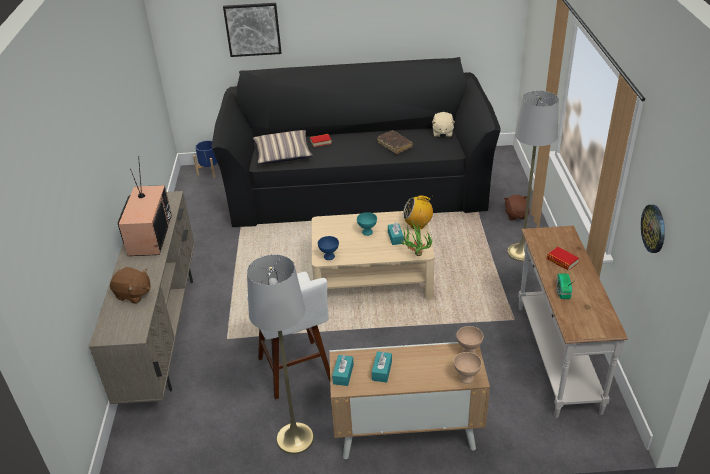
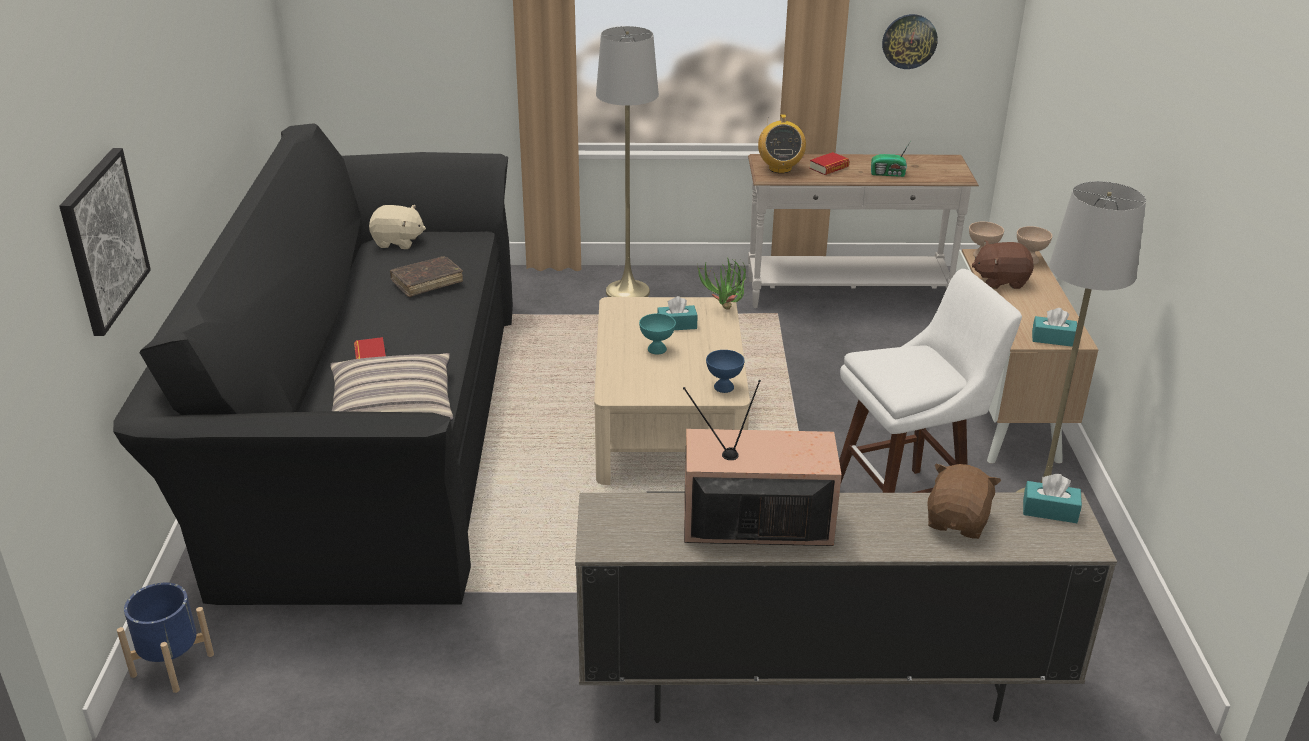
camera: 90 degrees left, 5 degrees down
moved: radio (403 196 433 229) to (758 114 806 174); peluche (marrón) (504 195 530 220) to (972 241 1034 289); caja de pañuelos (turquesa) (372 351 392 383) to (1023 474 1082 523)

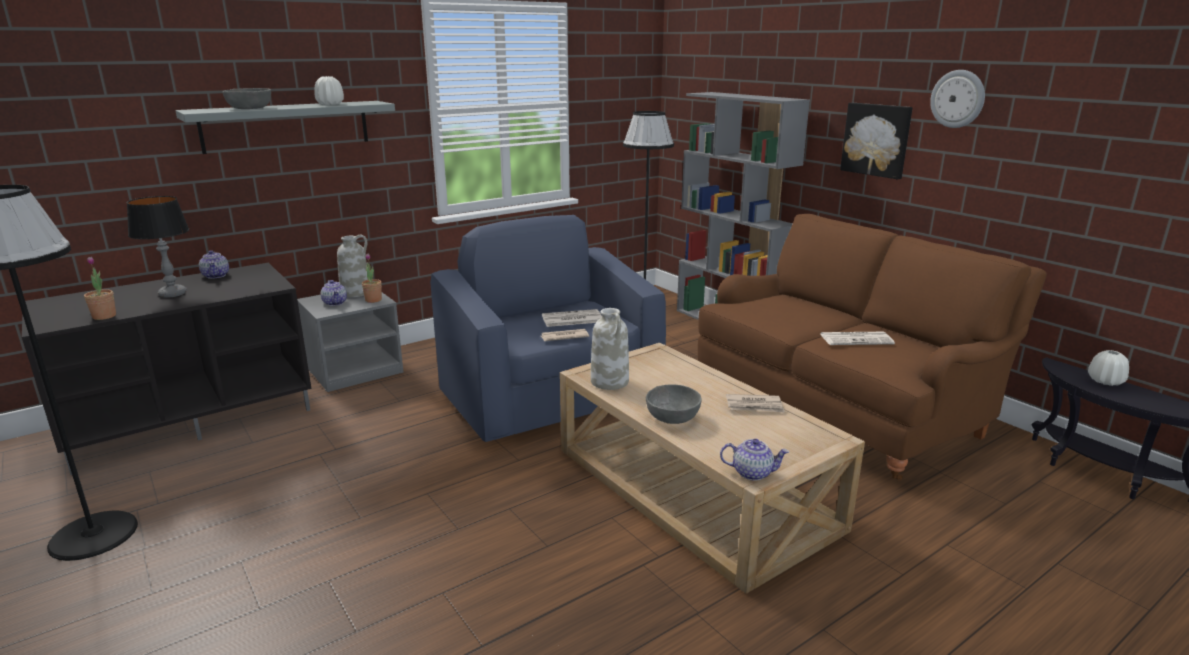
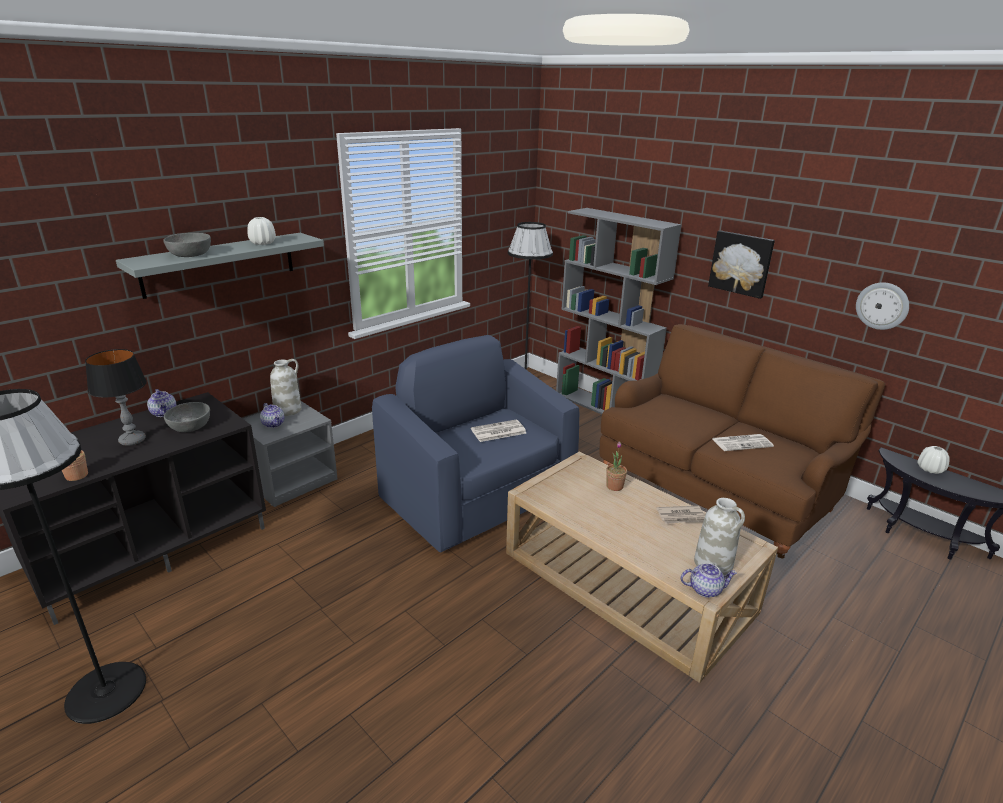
camera: 10 degrees left, 5 degrees up
removed: periódico (541 329 589 341)
moved: cuenco (gris) (646 385 702 424) to (164 402 210 432); planta en maceta (362 254 382 303) to (606 442 627 491); florero (blanco) (591 308 629 390) to (694 498 745 576); reloj de pared (930 70 985 128) to (856 282 909 330)

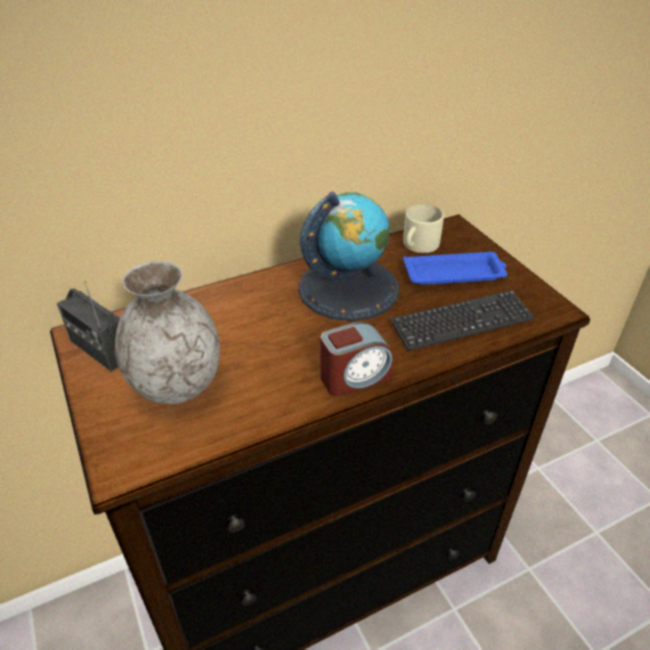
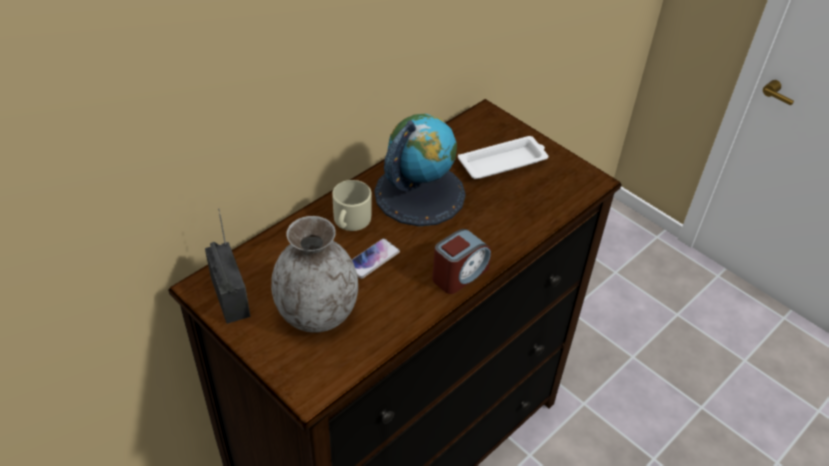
camera: 20 degrees left, 5 degrees up
removed: teclado (390 290 535 351)
added: móvil (352 238 400 279)
moved: taza grande (beis) (403 204 444 253) to (332 180 372 231)
recoloured: bandeja (azul) (403 252 507 285) to bandeja (blanco) (458 136 549 179)
turned: radio (57 281 120 372) = (205 209 250 324) 135 degrees counterclockwise

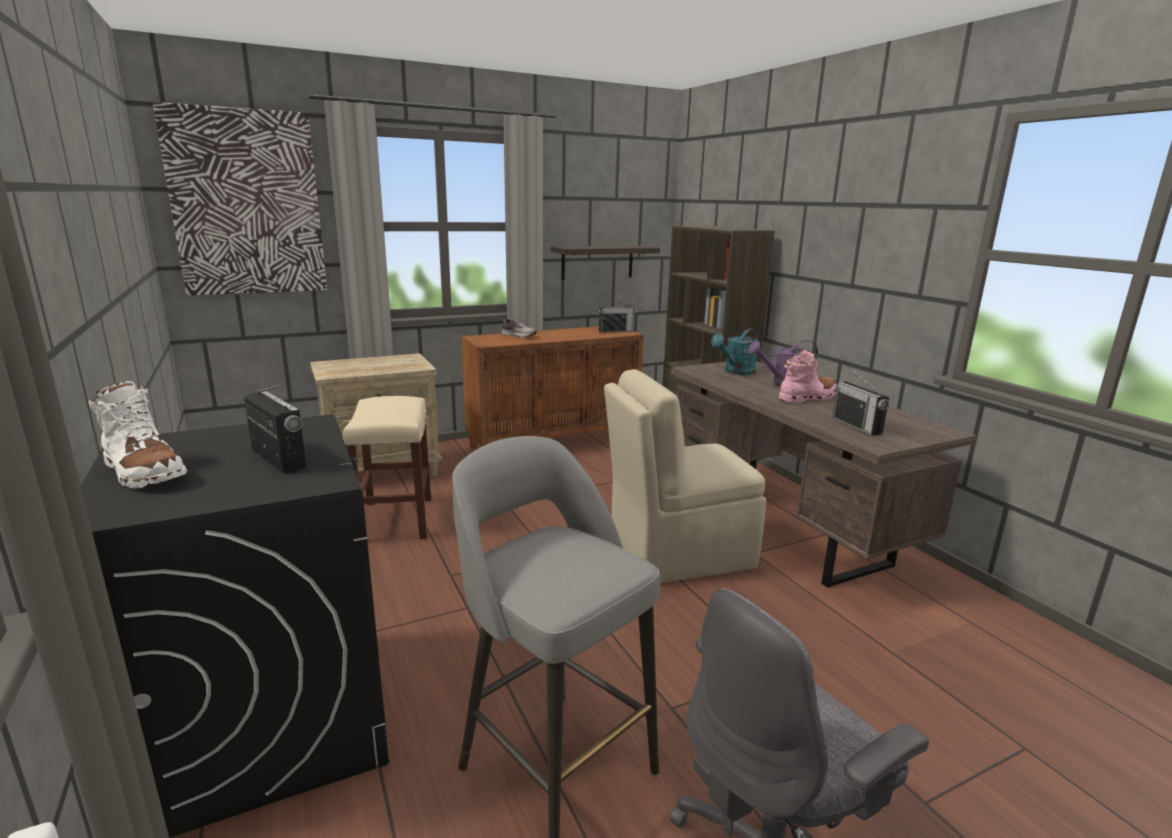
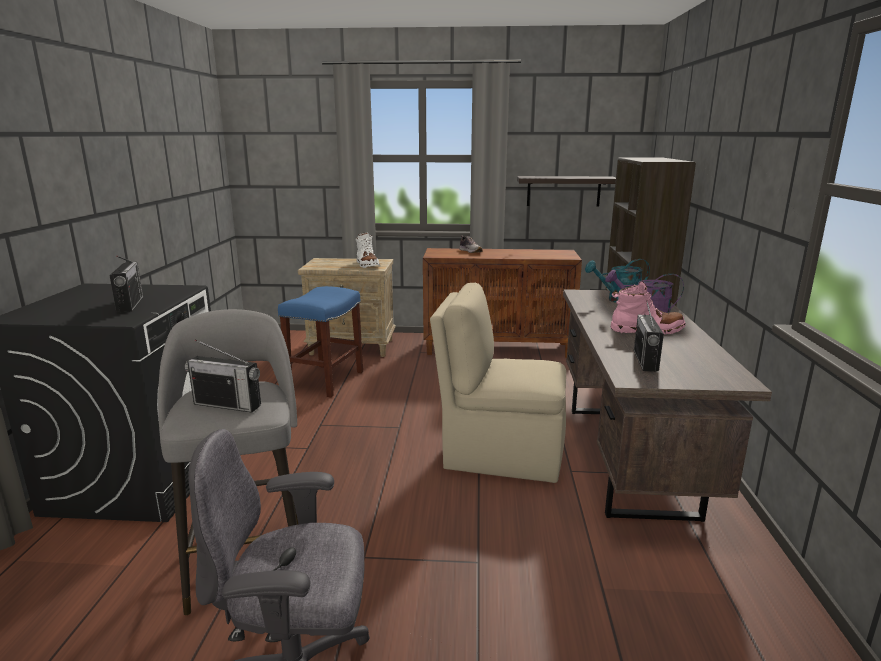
camera: 30 degrees right, 0 degrees up
removed: cuadro (153 102 327 295)
moved: radio (597 297 637 333) to (185 340 261 413); bota (blanco) (89 381 187 489) to (355 233 380 268)
recoloured: taburete (beis) (343 396 431 539) to taburete (azul) (278 286 363 397)

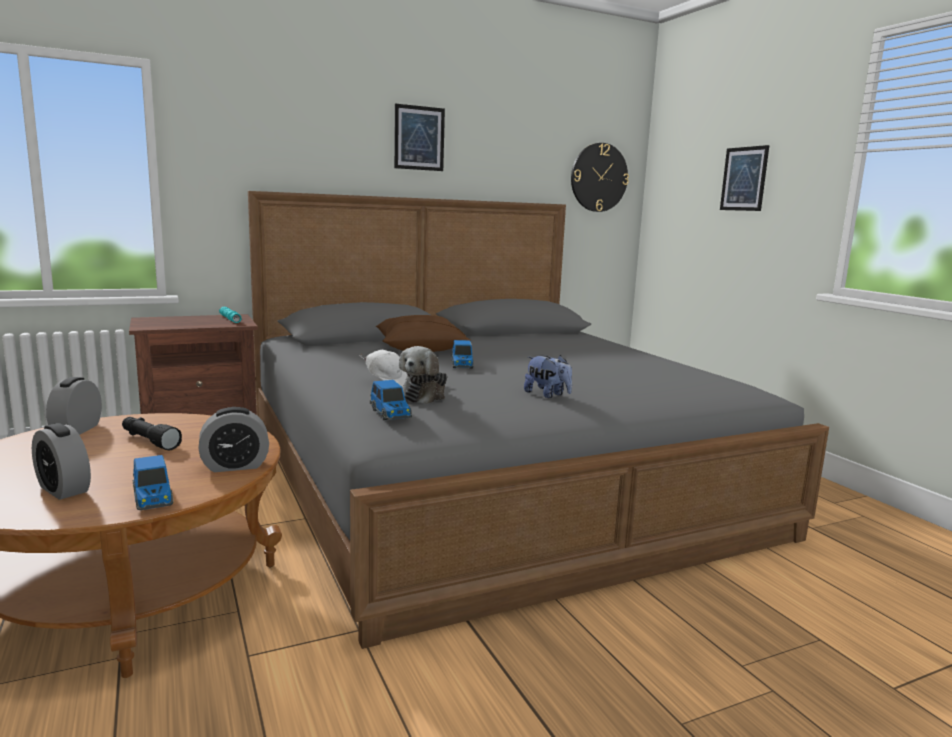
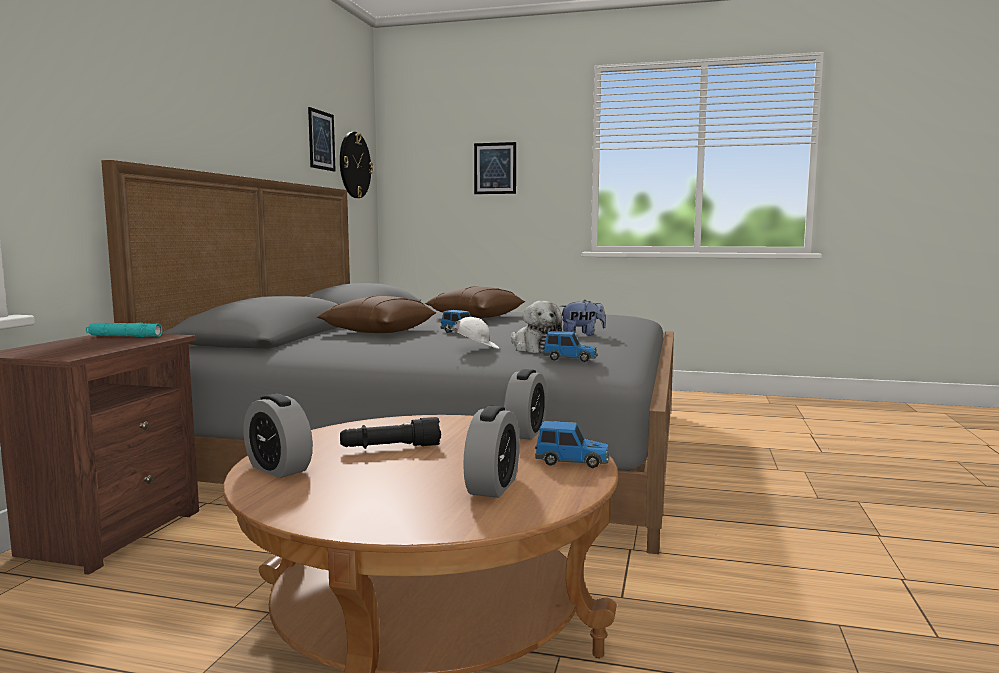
camera: 50 degrees left, 5 degrees down
added: cojín (marrón) (425 286 525 318)
moved: cuadro (394 104 445 171) to (308 107 336 171)
turned: despertador (32 423 91 500) = (463 406 520 498) 60 degrees counterclockwise

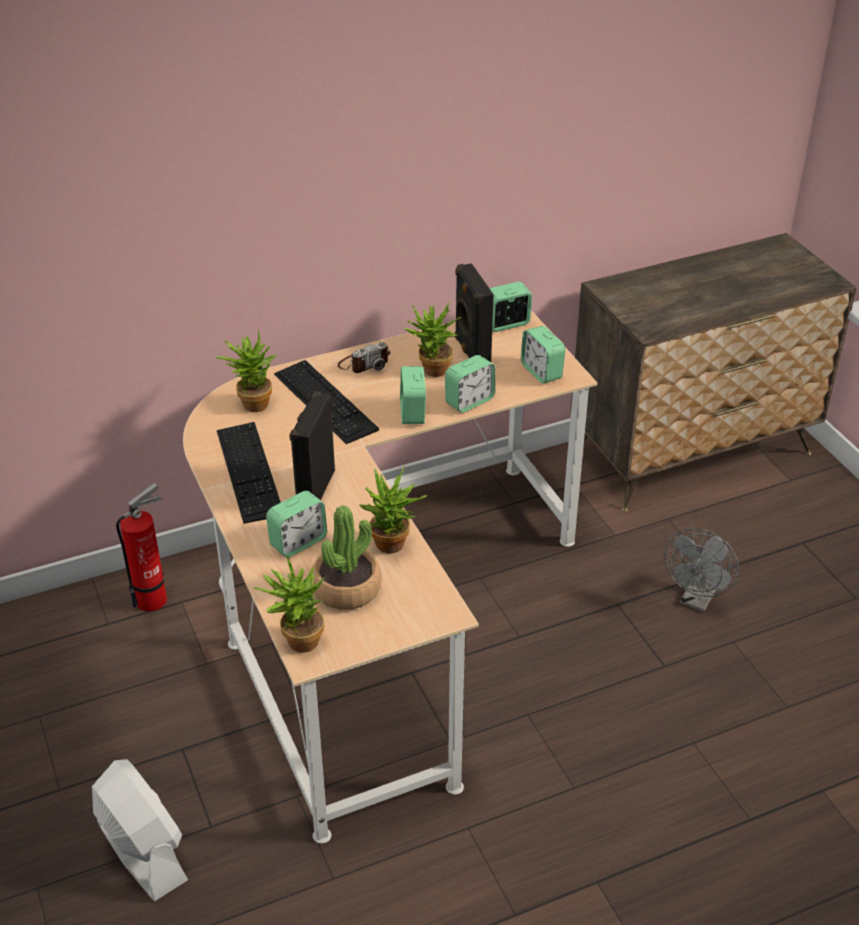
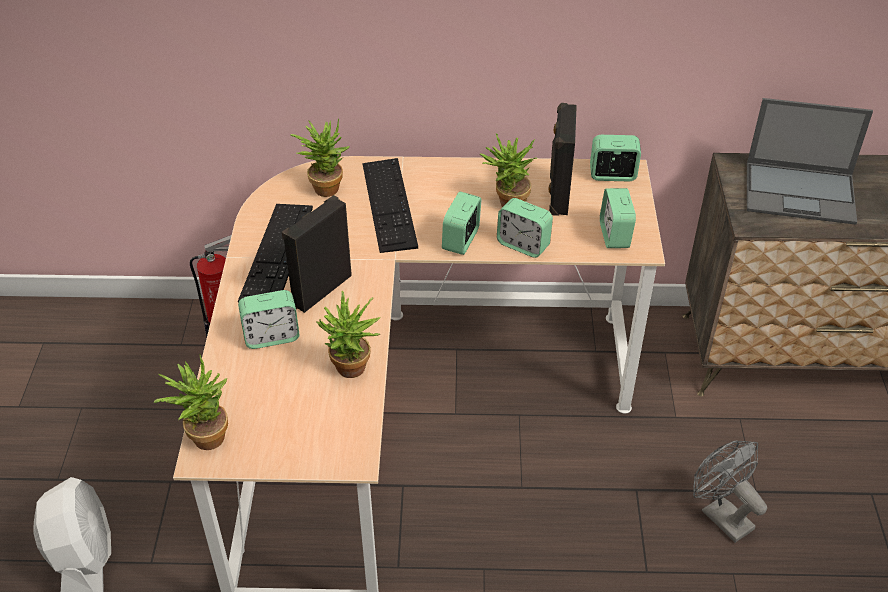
camera: 25 degrees right, 5 degrees up
removed: planta en maceta (312 505 382 610); cámara (338 342 391 373)
added: portátil (747 98 873 225)
turned: despertador (445 355 495 413) = (497 198 553 258) 45 degrees clockwise; ventilador (gris) (664 528 739 612) = (693 440 767 543) 90 degrees clockwise

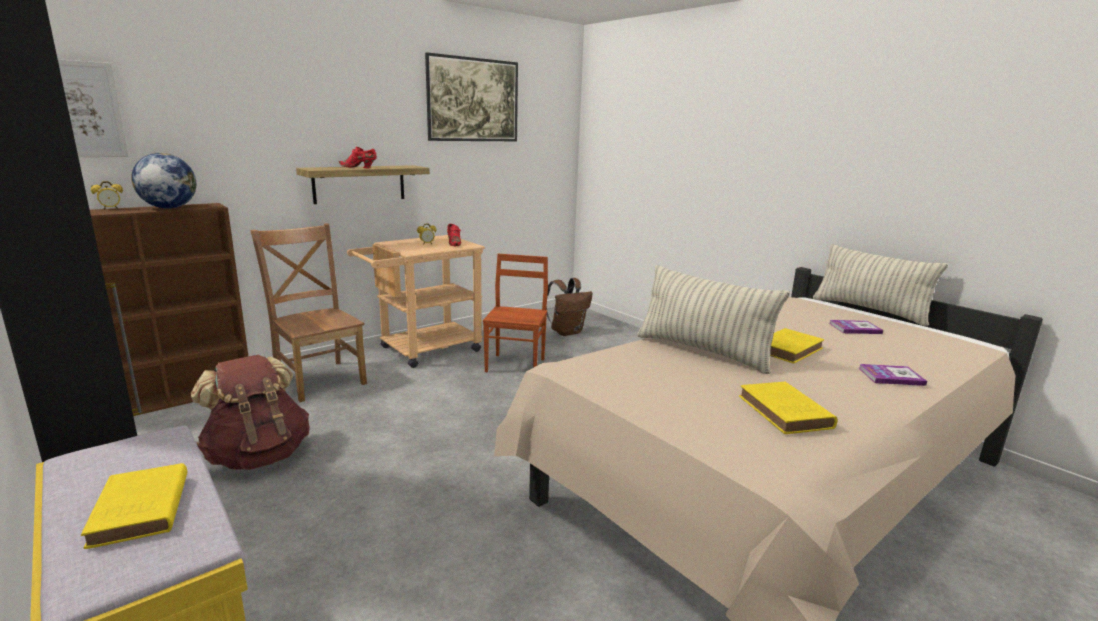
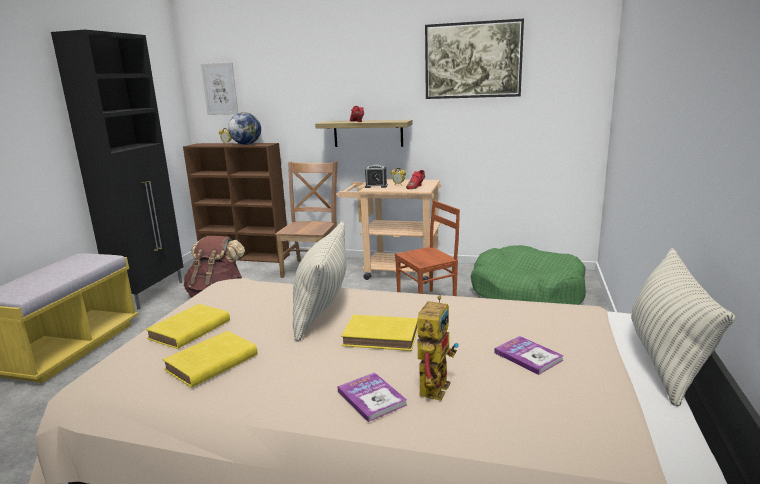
camera: 55 degrees right, 0 degrees up
added: despertador (365 165 388 188); robot de juguete (417 295 459 400)
moved: libro (amarillo) (81 463 187 549) to (146 304 230 349)
replaced: mochila (marrón) (546 278 593 336) to cama para perro (verde) (471 245 586 305)

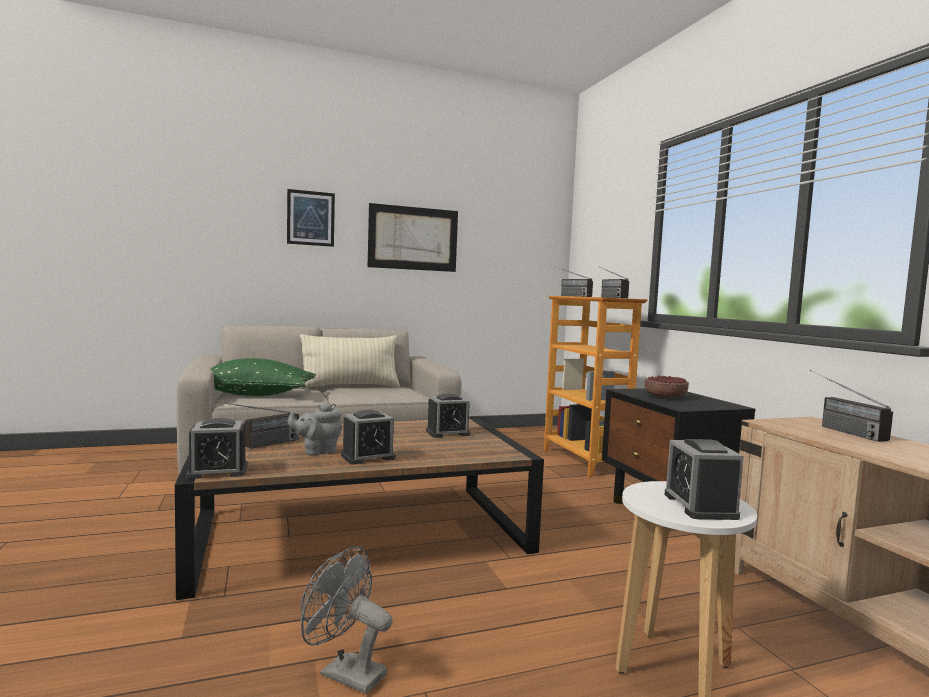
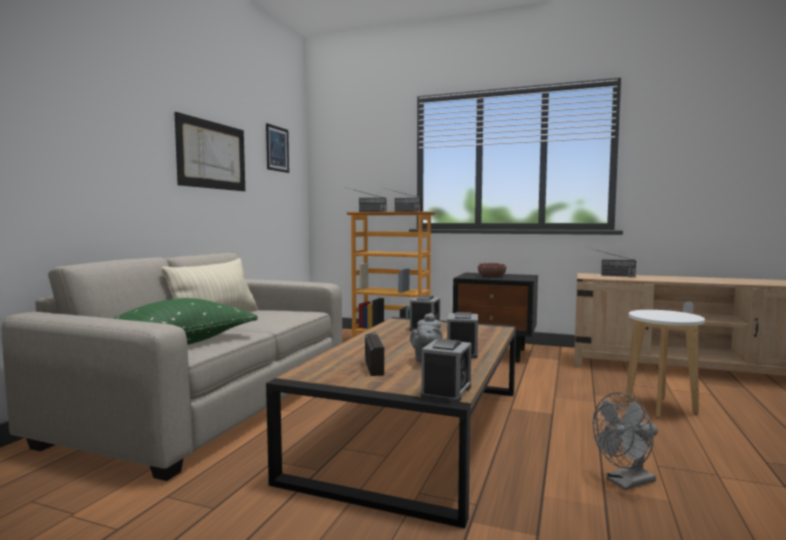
camera: 50 degrees left, 0 degrees up
removed: despertador (664 439 744 520)
moved: cuadro (287 189 335 247) to (266 123 289 173)

